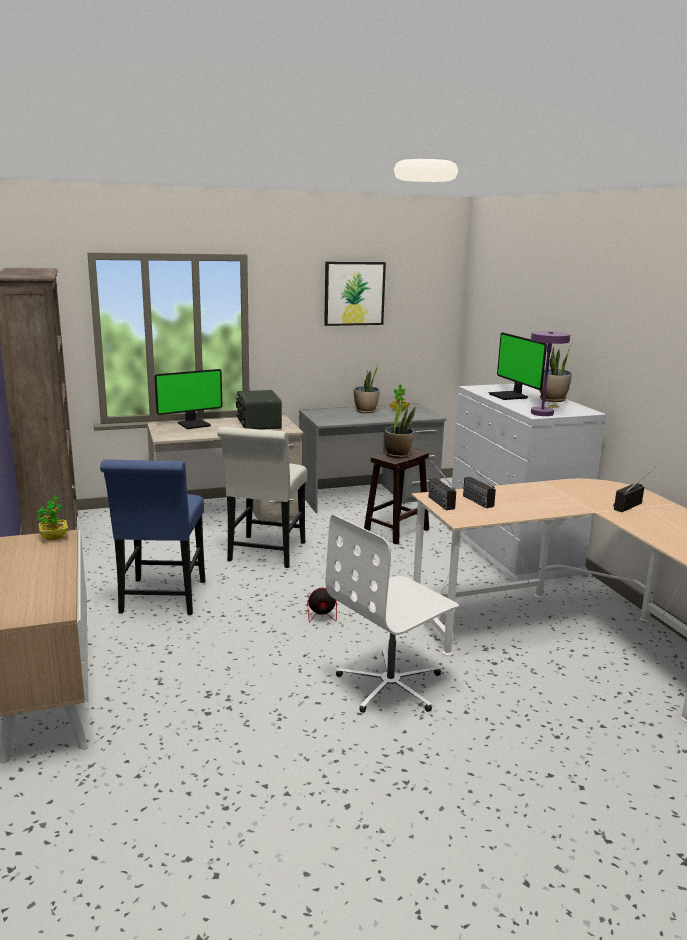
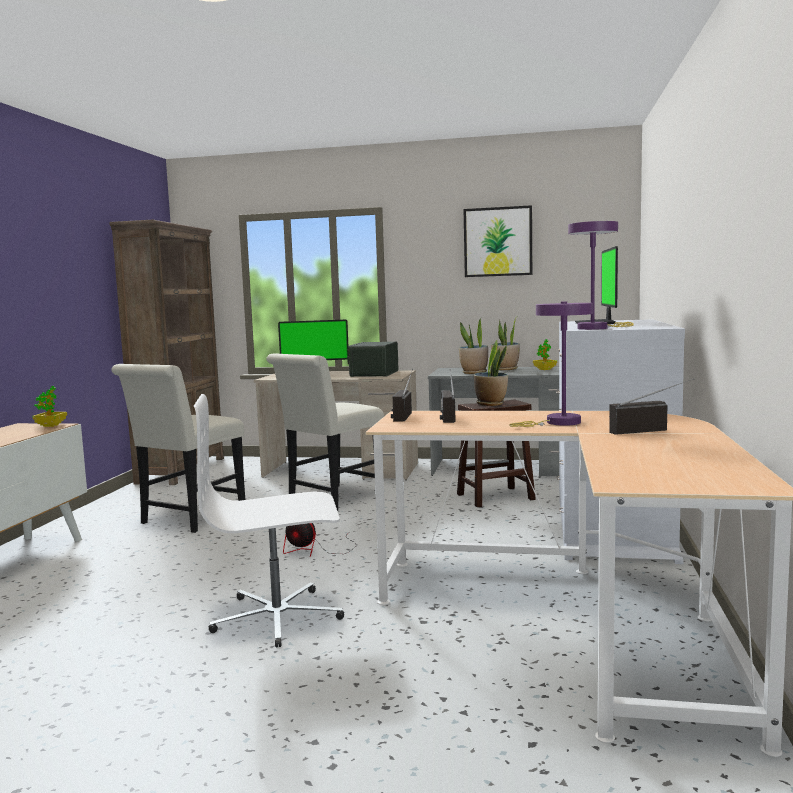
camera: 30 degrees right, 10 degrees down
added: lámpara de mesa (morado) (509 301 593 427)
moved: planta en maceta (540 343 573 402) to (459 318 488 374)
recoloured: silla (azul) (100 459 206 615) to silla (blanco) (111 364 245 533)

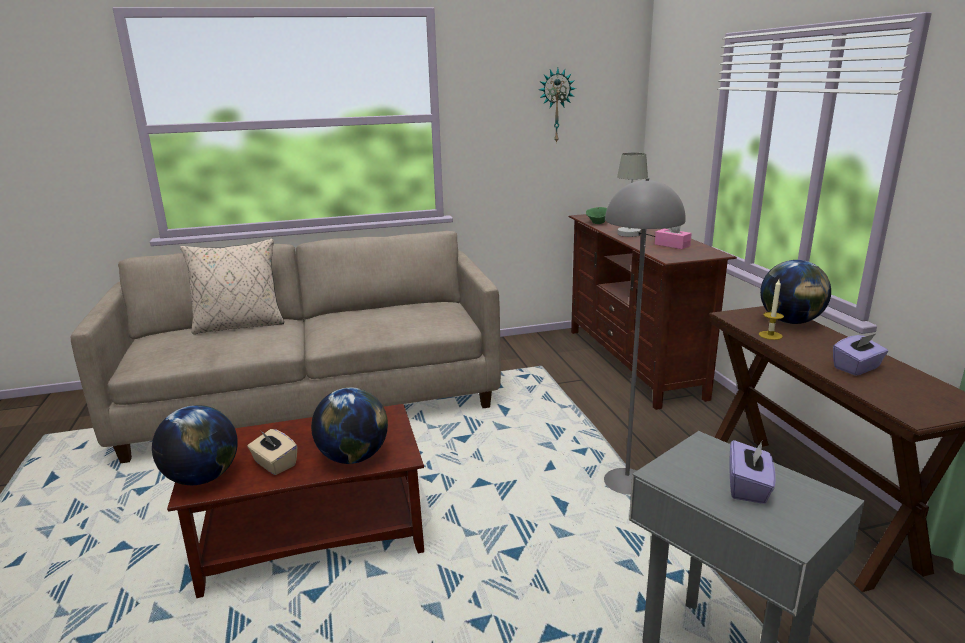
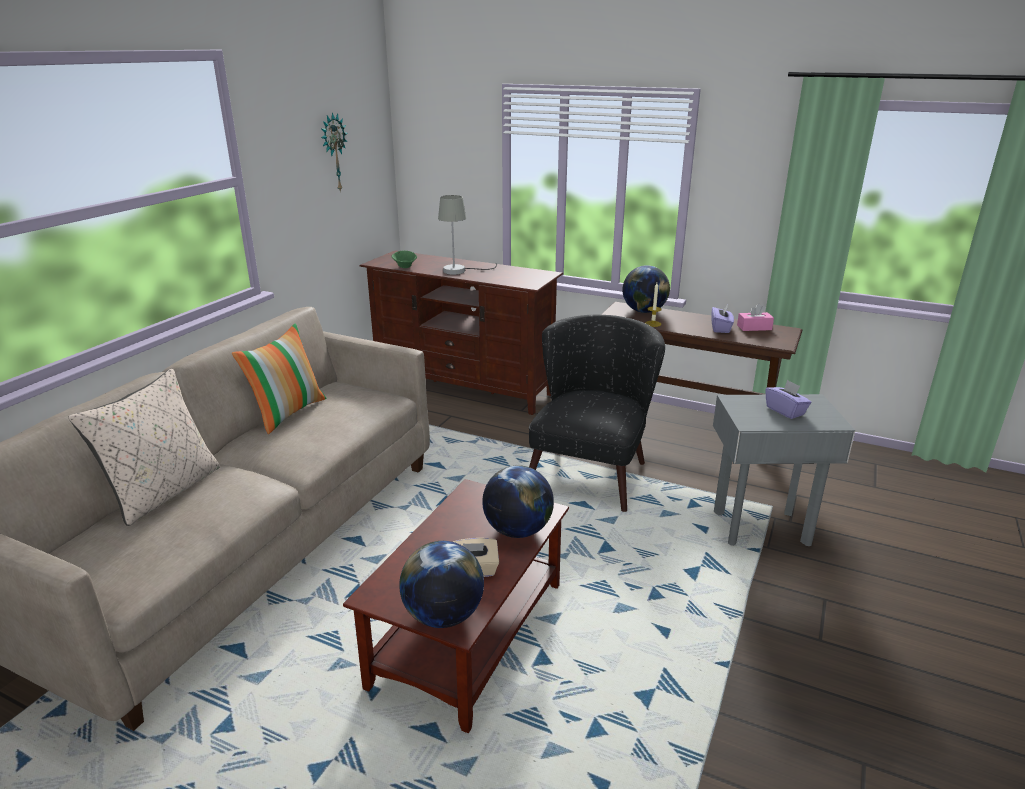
camera: 50 degrees left, 5 degrees up
added: cojín (232 323 326 434)
moved: caja de pañuelos (rosa) (655 226 692 249) to (737 304 774 331)
replaced: lámpara de pie (gris) (604 178 685 495) to sillón (negro) (529 315 665 512)

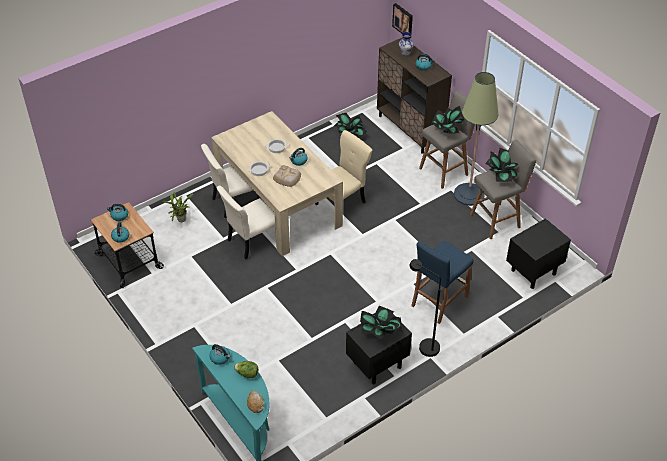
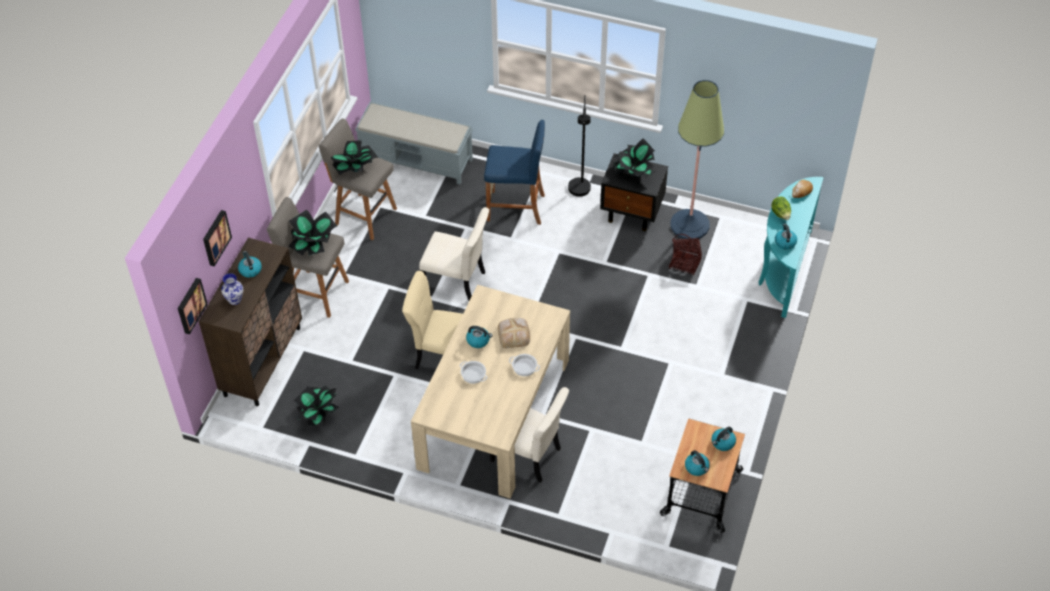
camera: 125 degrees left, 5 degrees up
removed: planta en maceta (163 192 193 222)
added: cuadro (203 210 232 267); cesta (669 234 702 275)
moved: silla (beis) (217 186 275 260) to (419 207 489 301); lámpara de pie (454 72 499 206) to (671 80 724 239)
replaced: mesita de noche (negro) (506 218 571 289) to banco (gris) (355 102 473 184)

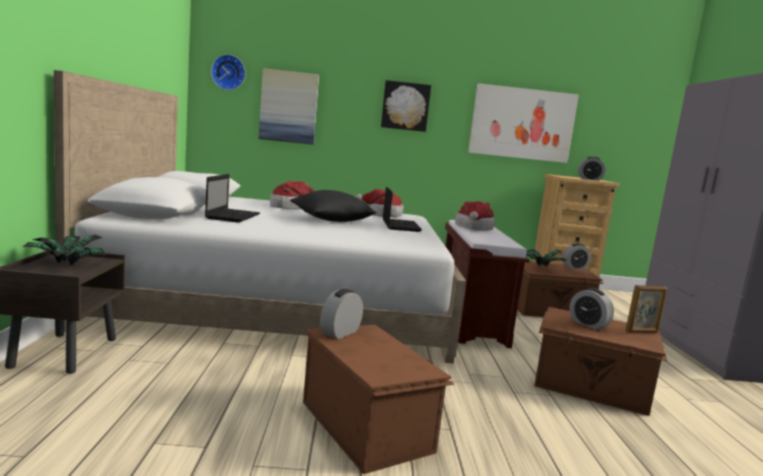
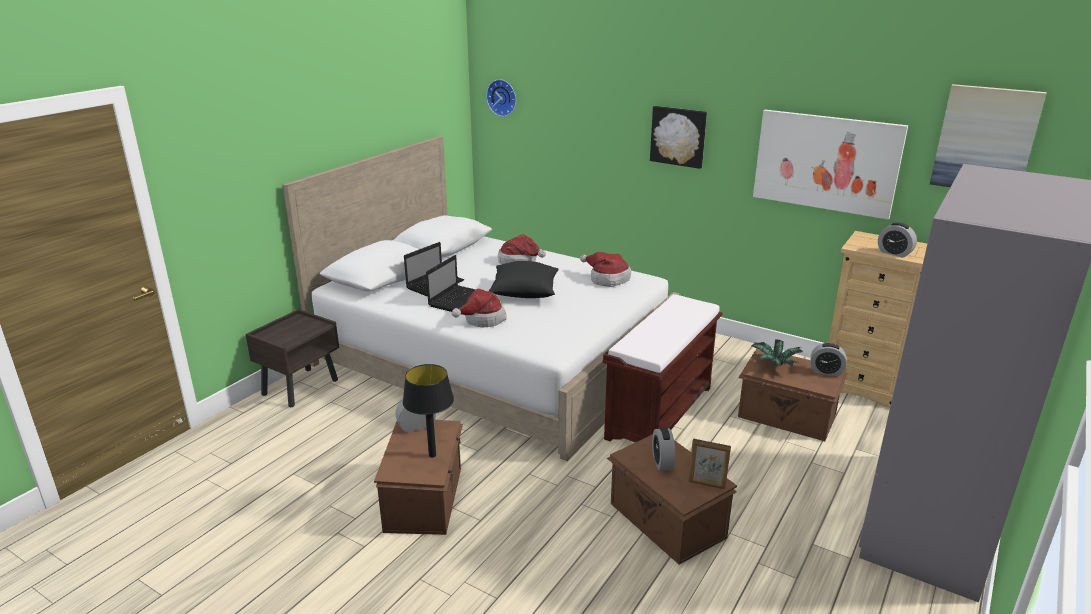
camera: 35 degrees right, 15 degrees up
removed: planta en maceta (22 235 106 265)
added: lámpara de mesa (negro) (403 364 454 458)
moved: portátil (383 187 422 232) to (426 255 476 312); sombrero (455 201 495 231) to (451 289 506 327); cuadro (259 68 319 145) to (930 84 1047 187)

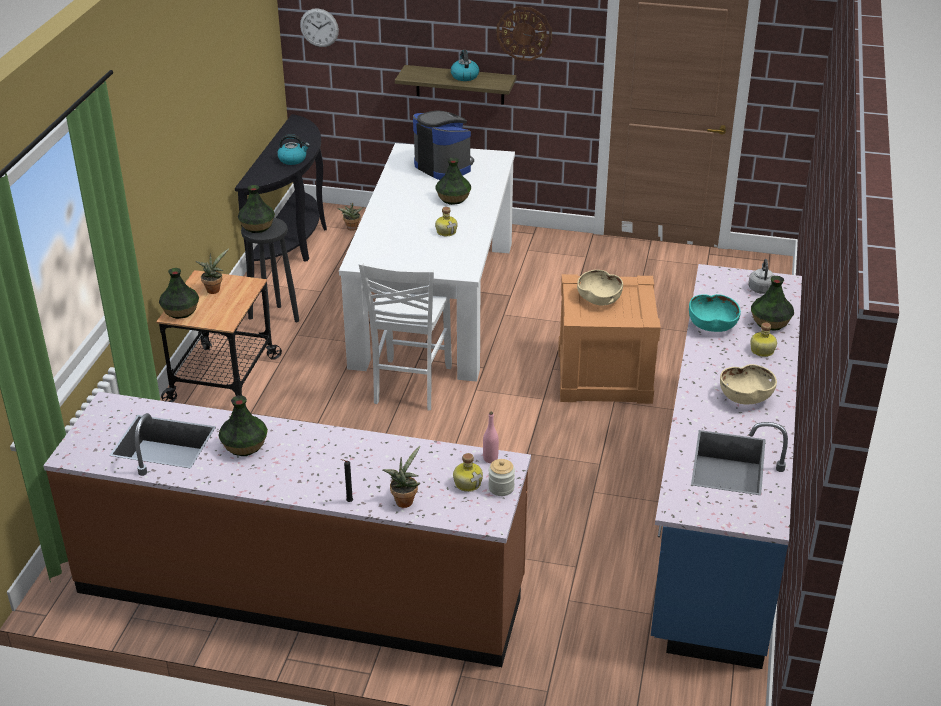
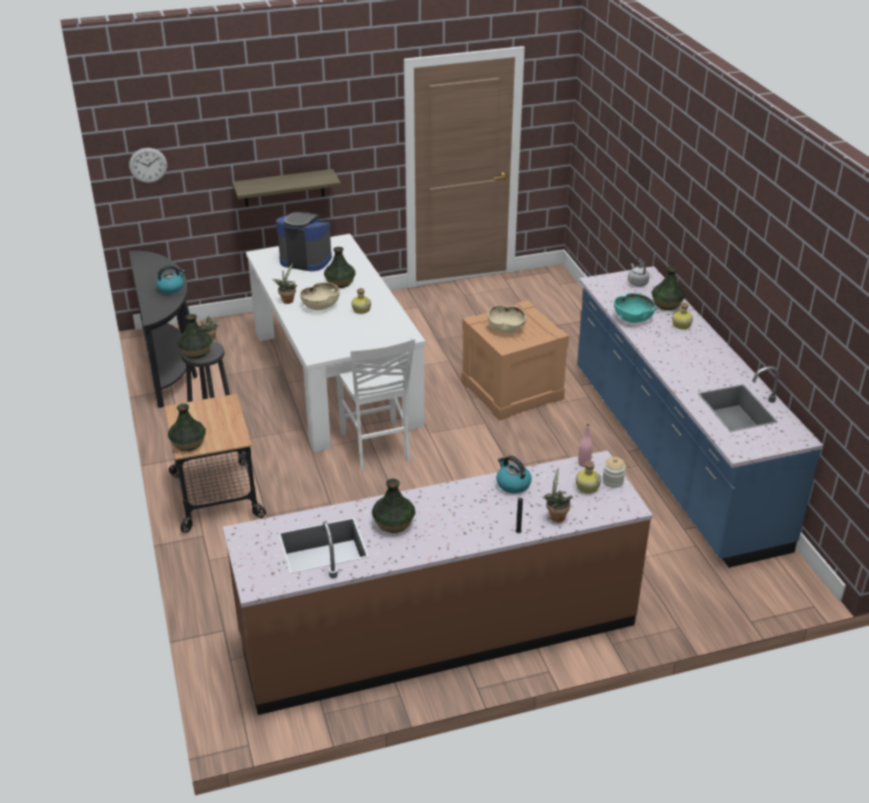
camera: 30 degrees left, 0 degrees up
removed: reloj de pared (497 6 552 61)
moved: planta en maceta (195 248 229 294) to (272 263 297 304); cuenco (beis) (720 364 777 405) to (300 282 340 310); hervidor (451 50 479 81) to (496 456 532 493)

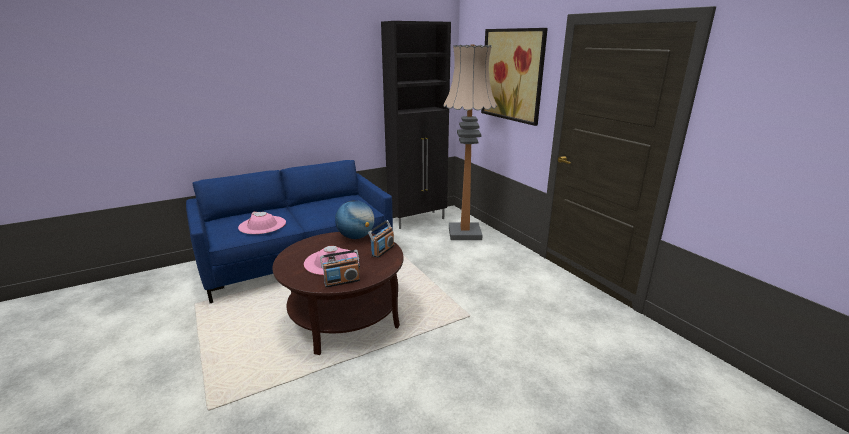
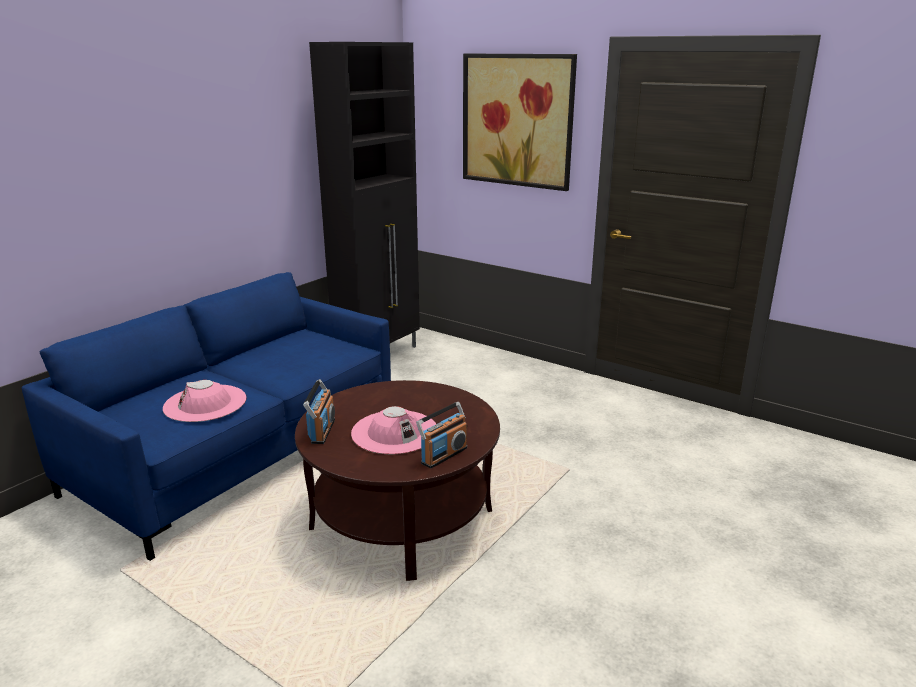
camera: 25 degrees left, 0 degrees up
removed: globo terráqueo (335 200 374 239); lámpara de pie (443 44 497 240)
moved: radio (368 220 394 258) to (303 379 335 444)

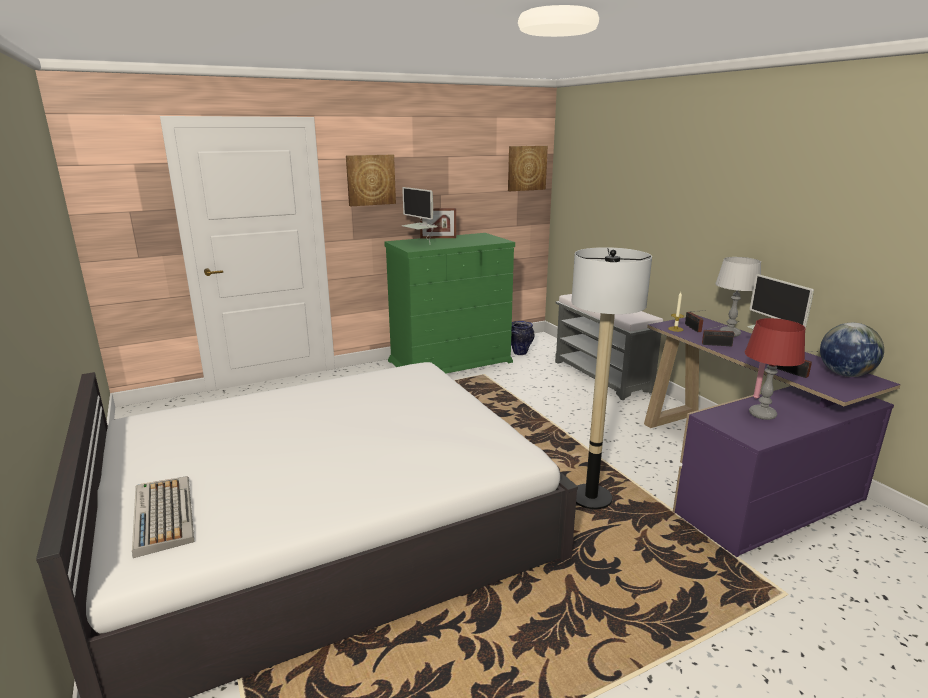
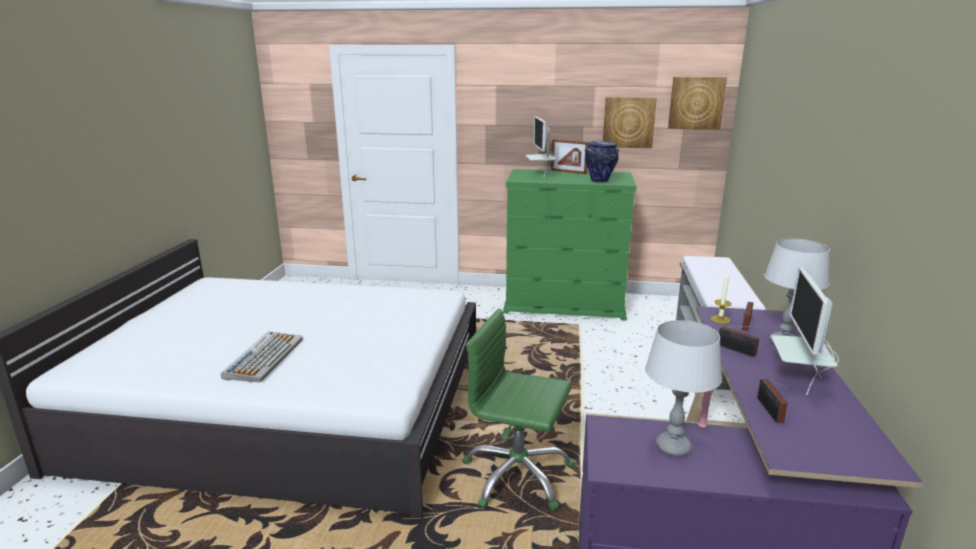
camera: 35 degrees right, 0 degrees up
removed: globo terráqueo (820 323 884 377)
moved: teclado (132 476 194 558) to (221 331 303 382); florero (511 321 534 355) to (585 141 619 183); cuadro (346 155 396 206) to (603 97 657 148)
replaced: lámpara de pie (571 247 652 509) to silla de oficina (verde) (462 309 575 511)
recoloured: lámpara de mesa (rojo) (745 318 806 420) to lámpara de mesa (gris) (645 320 722 456)

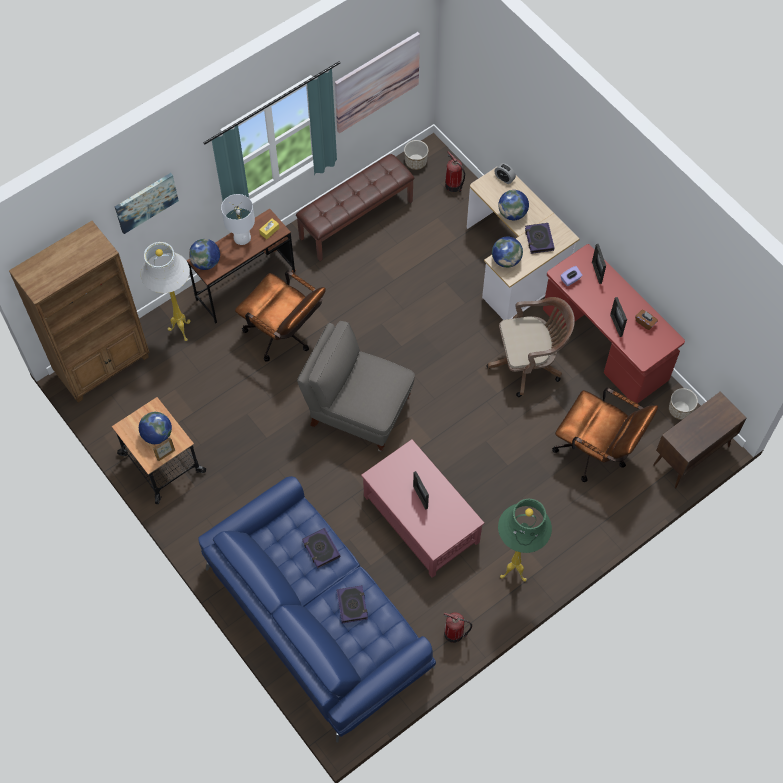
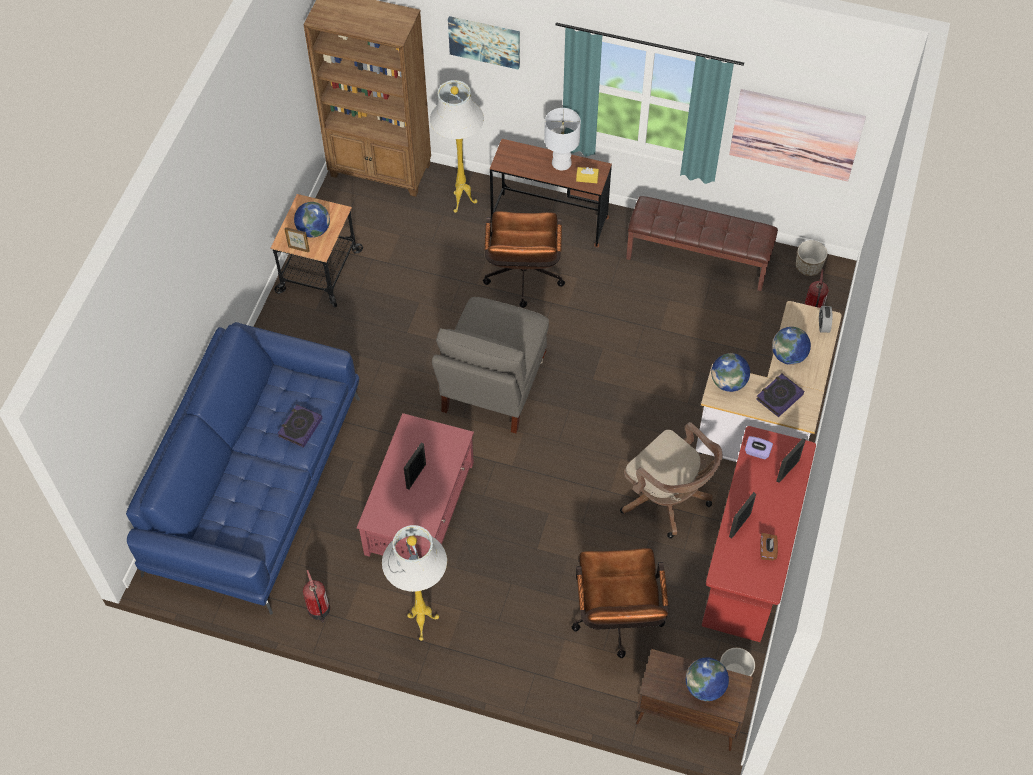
camera: 55 degrees right, 5 degrees down
removed: libro (337 585 368 623)
moved: globo terráqueo (189 239 220 270) to (686 657 729 701)
recoloured: lámpara de pie (verde) (498 499 552 582) to lámpara de pie (blanco) (382 525 447 641)
turned: sillón (gris) (297 321 415 452) = (432 297 549 433) 150 degrees counterclockwise

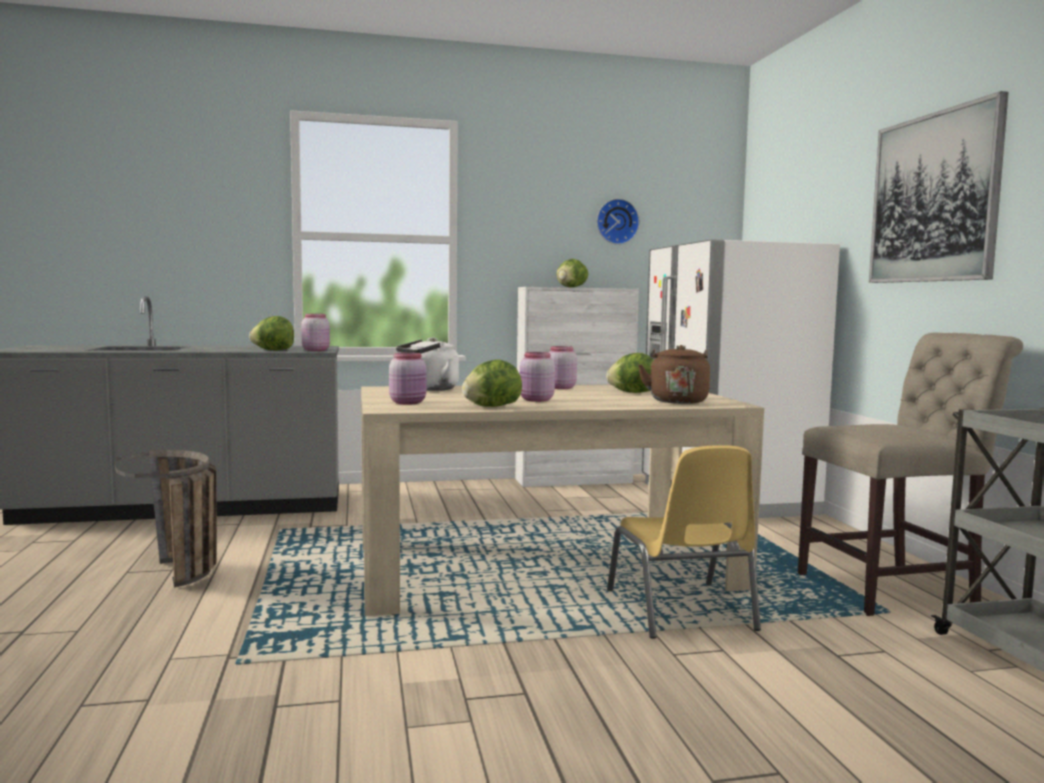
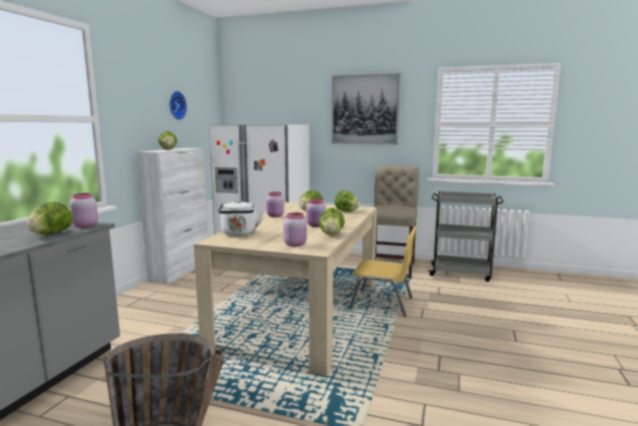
camera: 60 degrees left, 5 degrees up
replaced: hervidor (marrón) (638 345 710 404) to lechuga (334 190 360 212)

